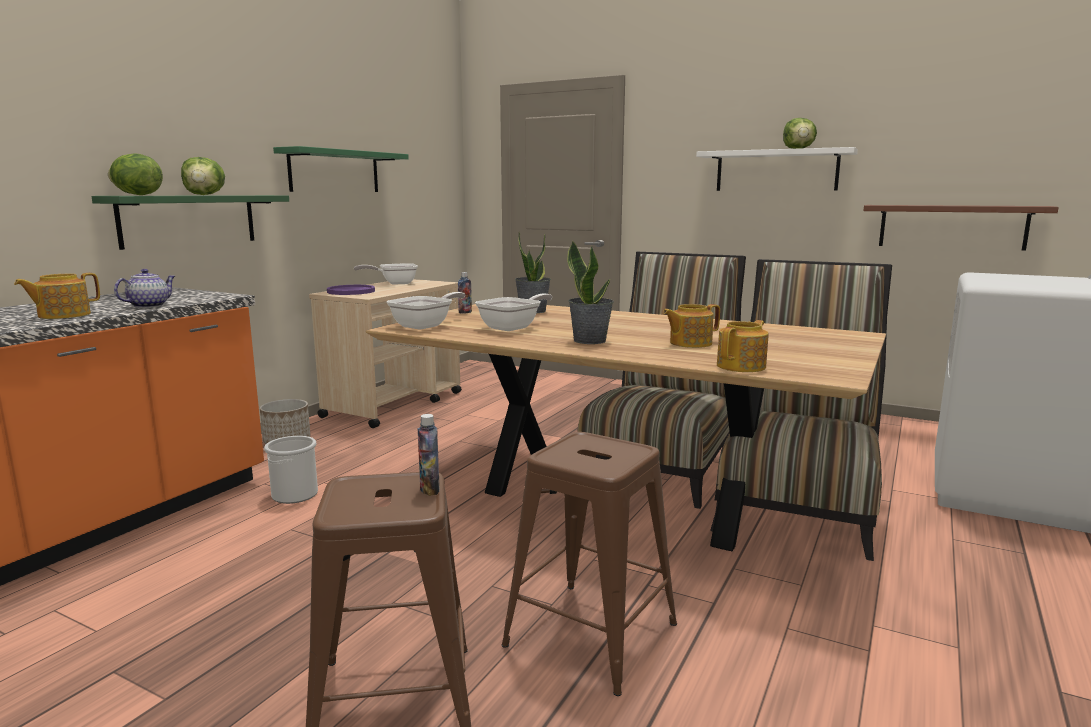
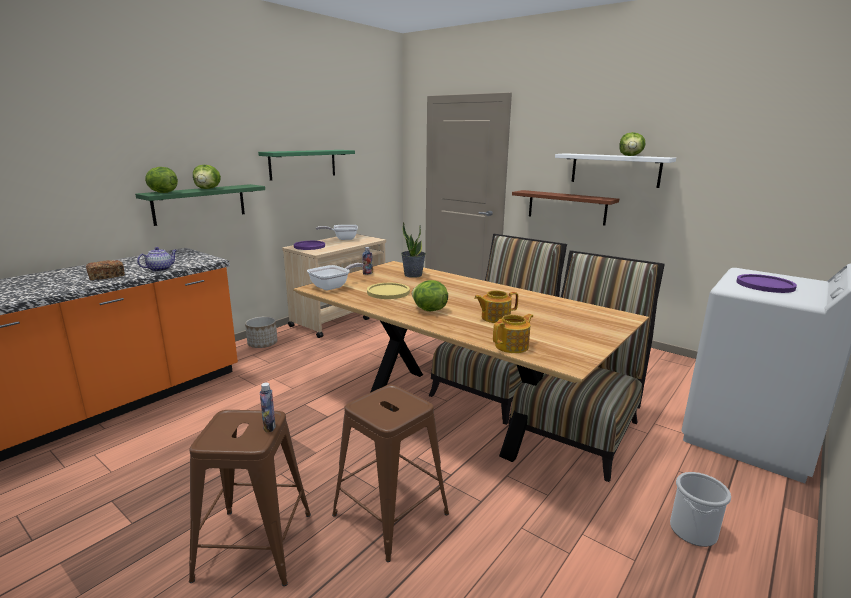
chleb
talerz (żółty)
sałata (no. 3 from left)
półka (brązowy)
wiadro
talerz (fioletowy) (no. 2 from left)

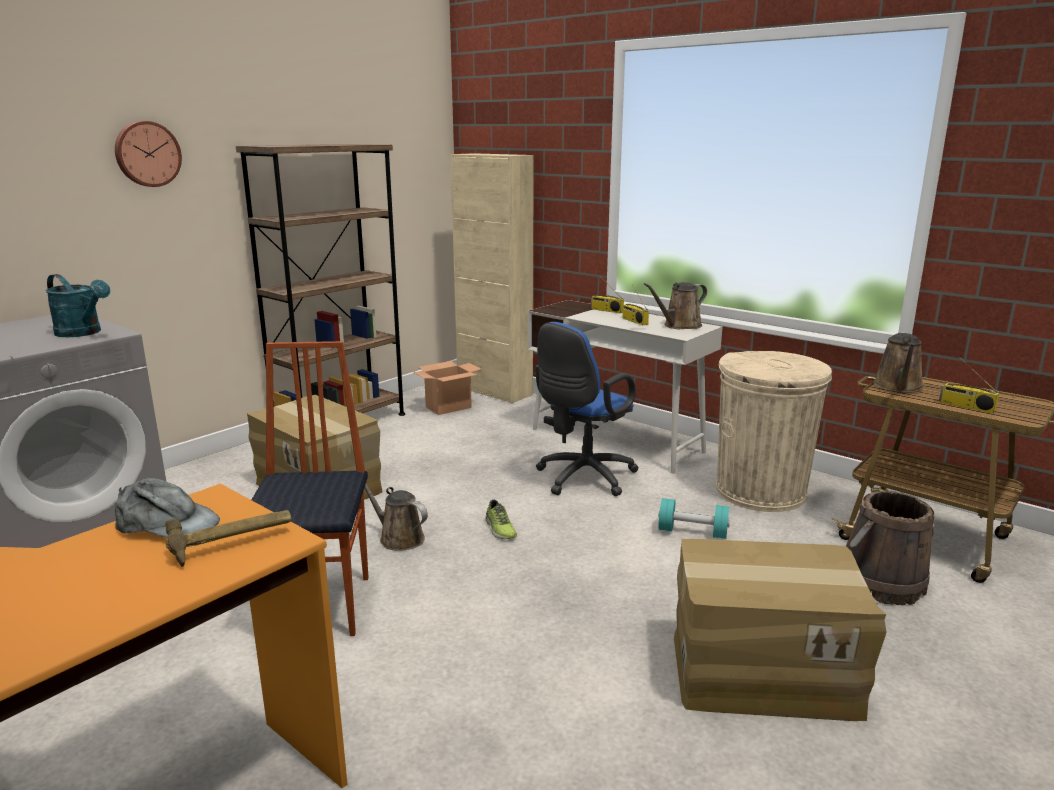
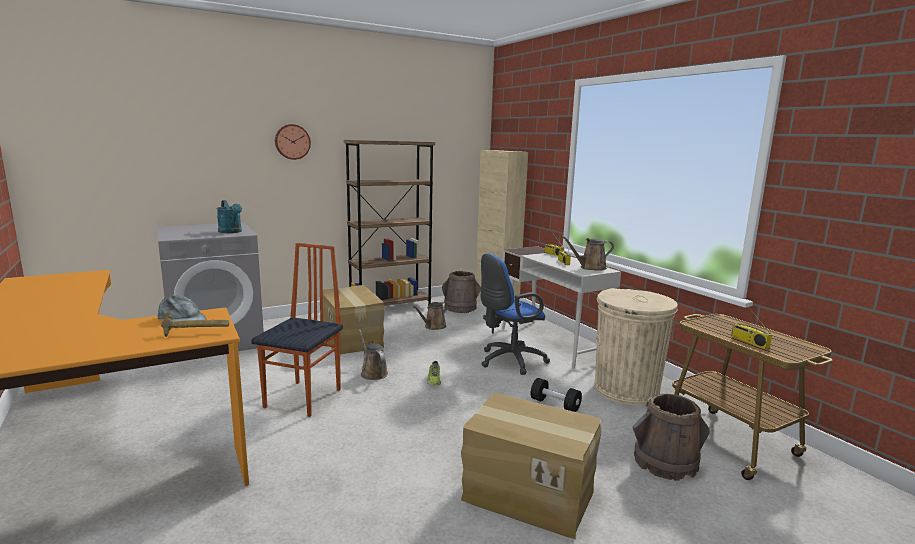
konewka (brązowy) (no. 2 from left)
wiadro (brązowy) (no. 1 from left)
hantel (czarny)

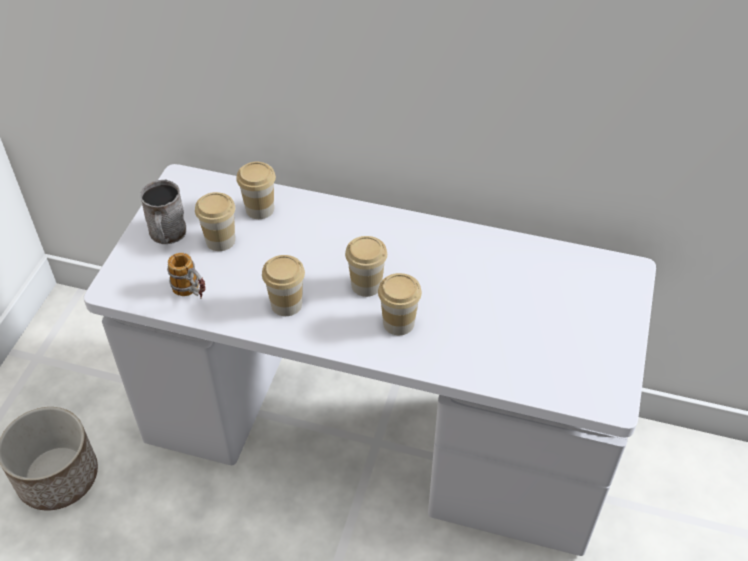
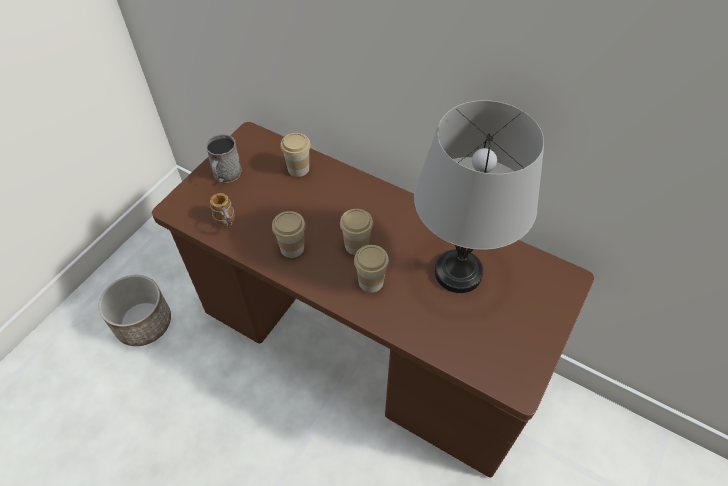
biurko (brązowy)
lampa stołowa (szary)
filiżanka (no. 1 from left in the first image)

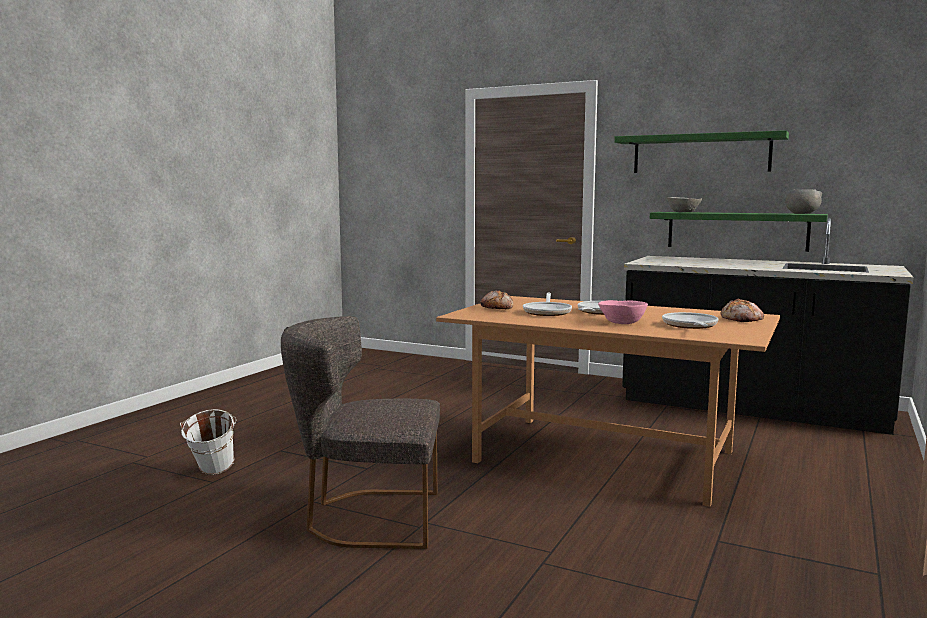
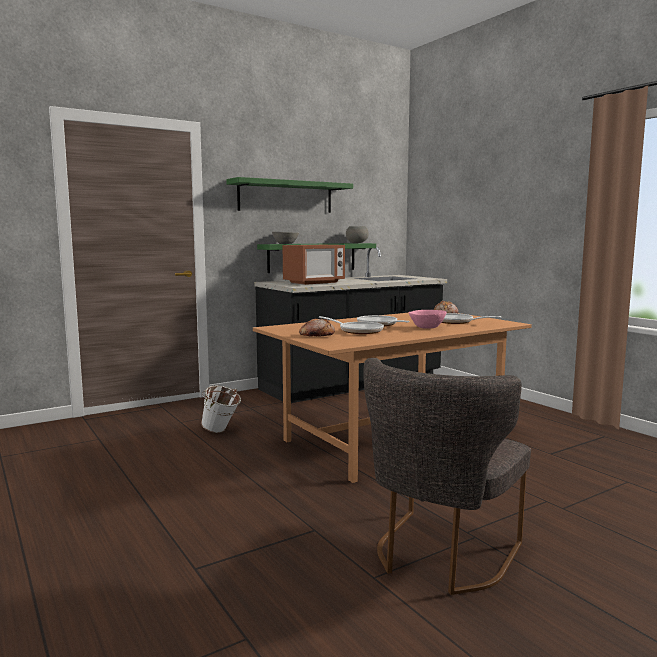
wiadro (biały)
mikrofalówka

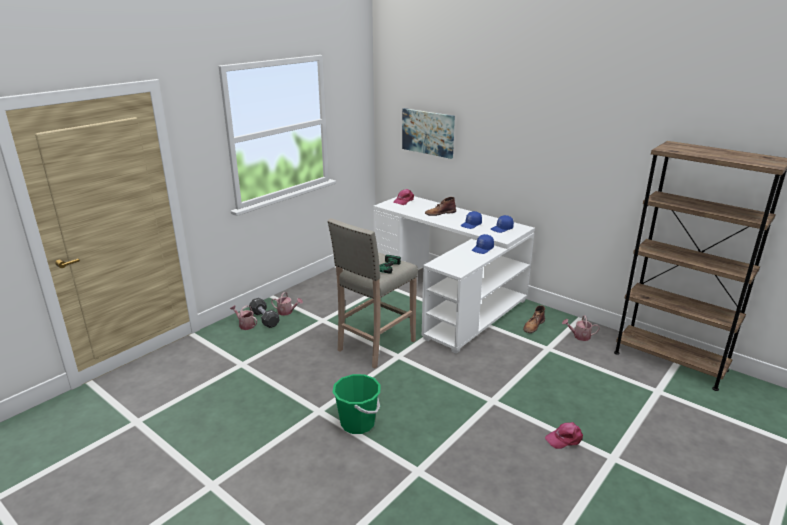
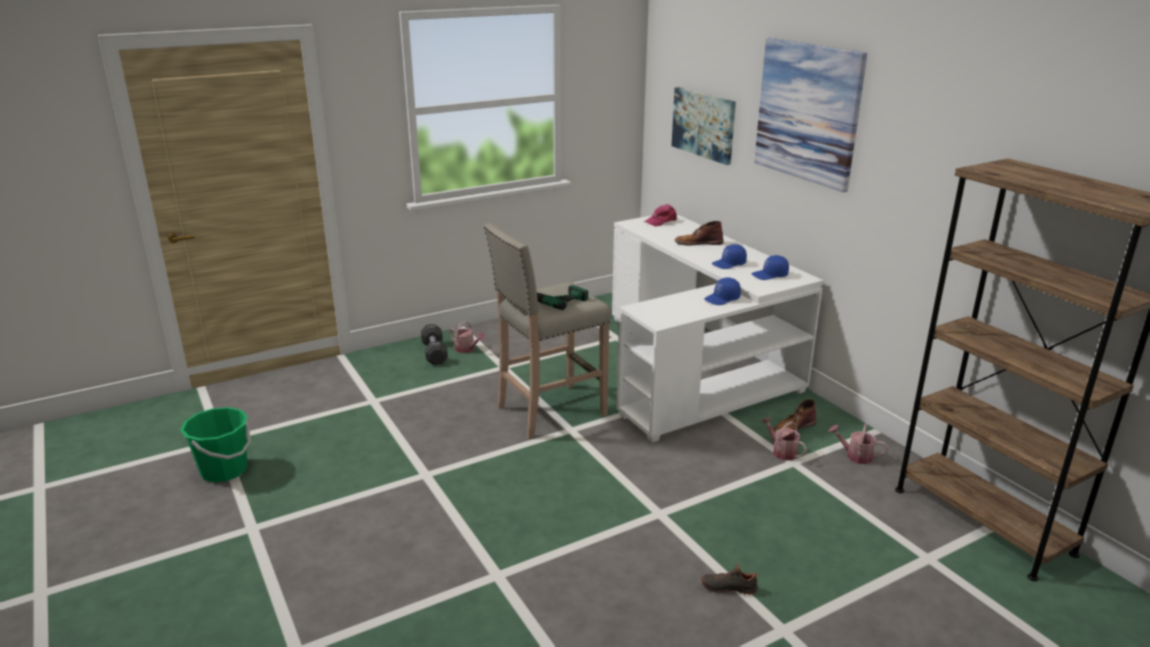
wiadro (zielony)
but (czarny)
obraz (no. 2 from left)
konewka (no. 2 from left)

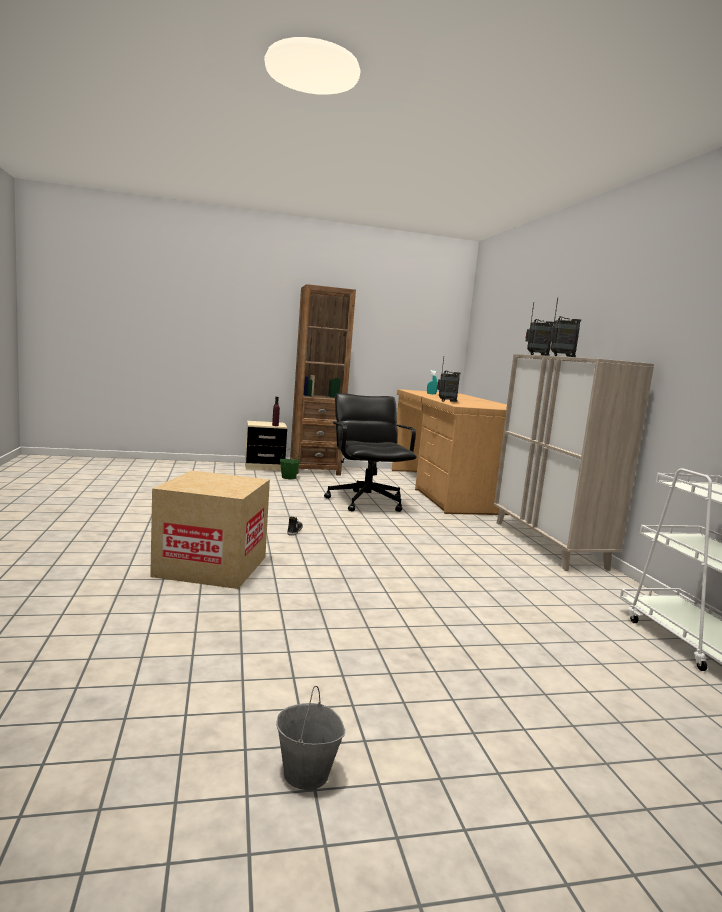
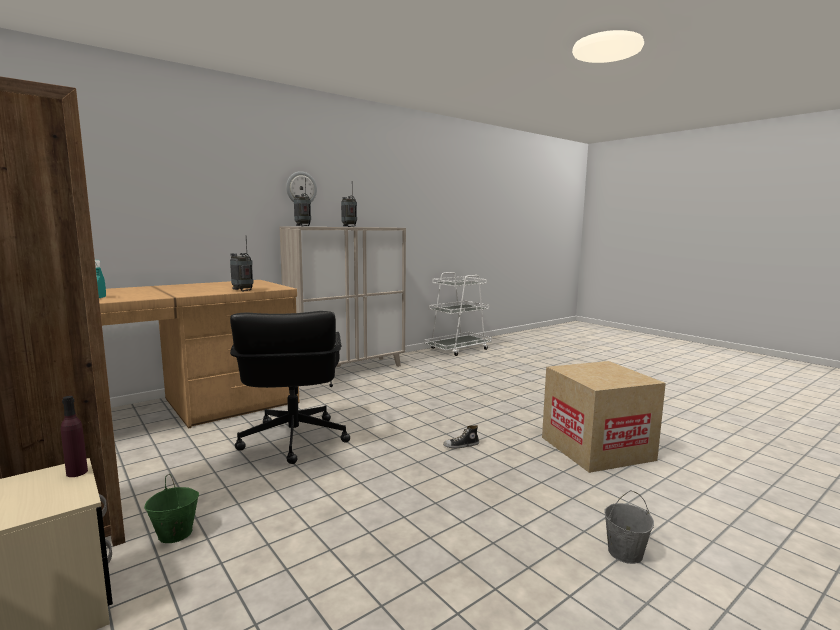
krzesło biurowe (czarny)
zegar ścienny
wiadro (szary)

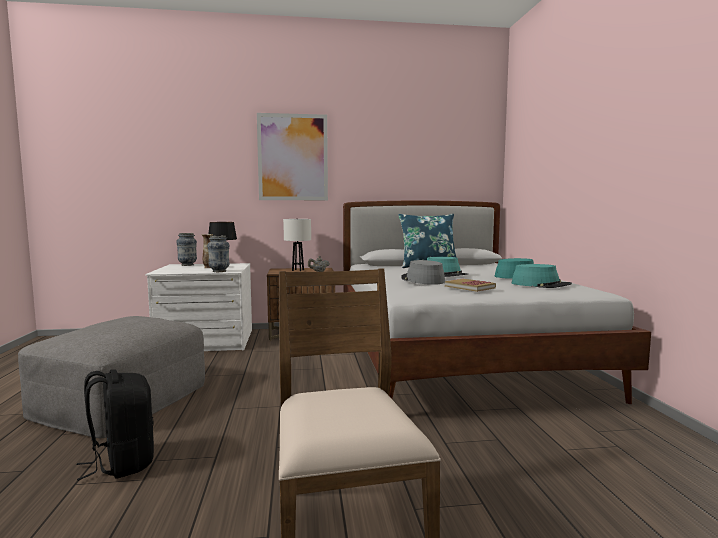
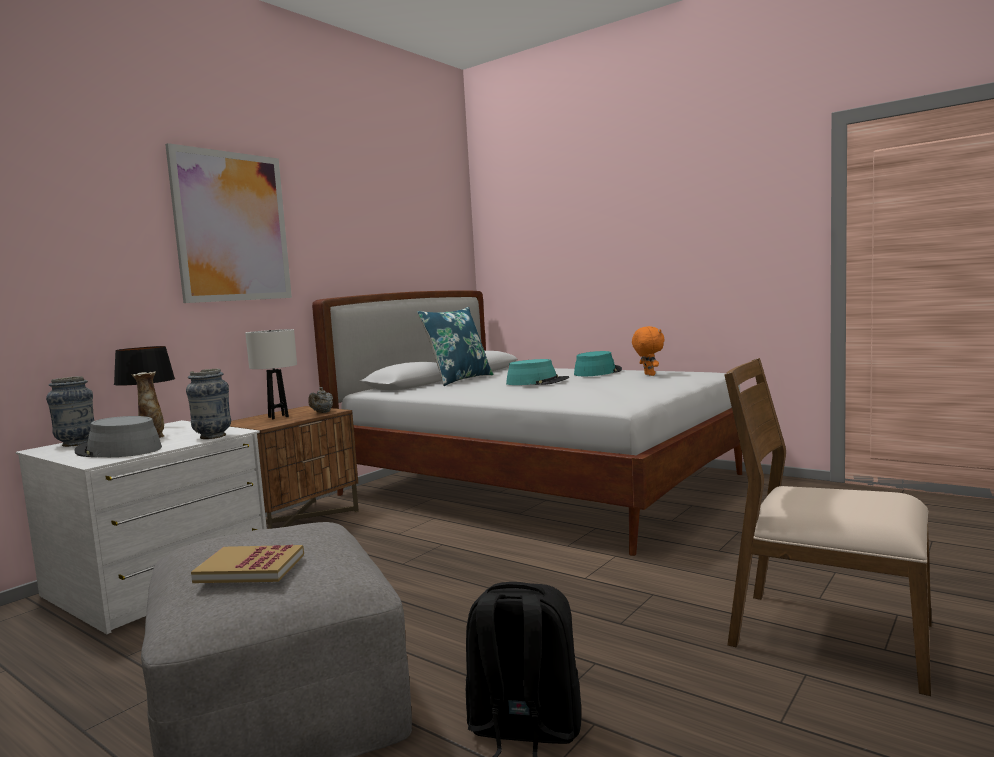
kapelusz (szary)
książka
pluszak (pomarańczowy)

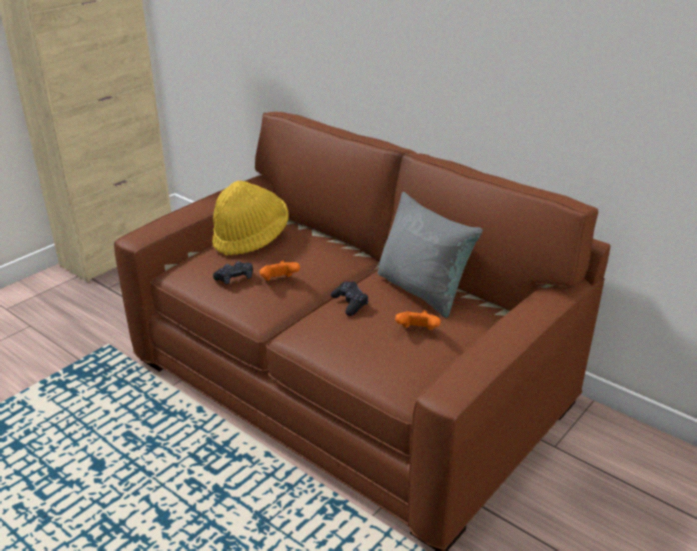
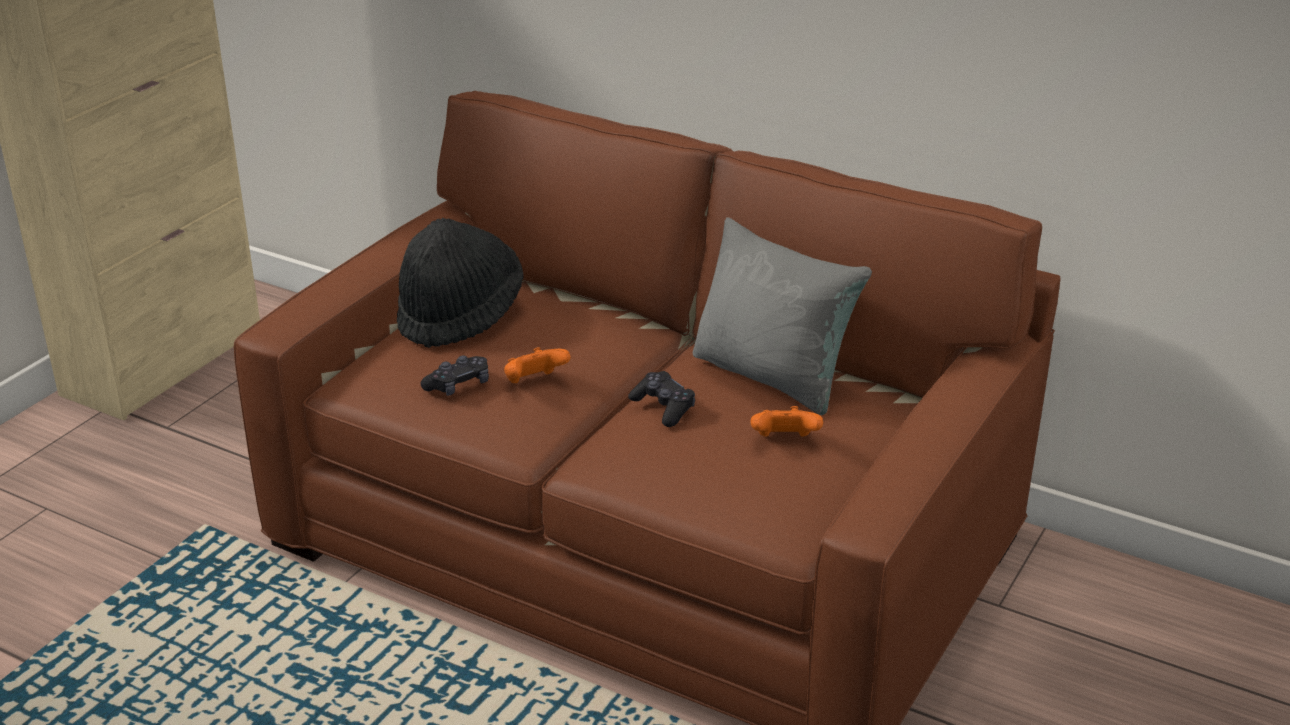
kapelusz (czarny)

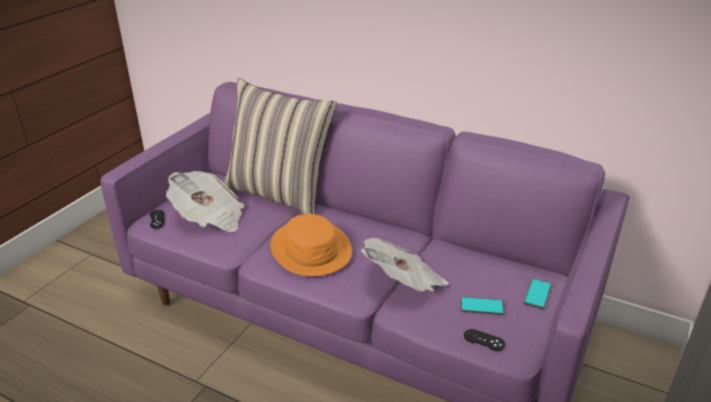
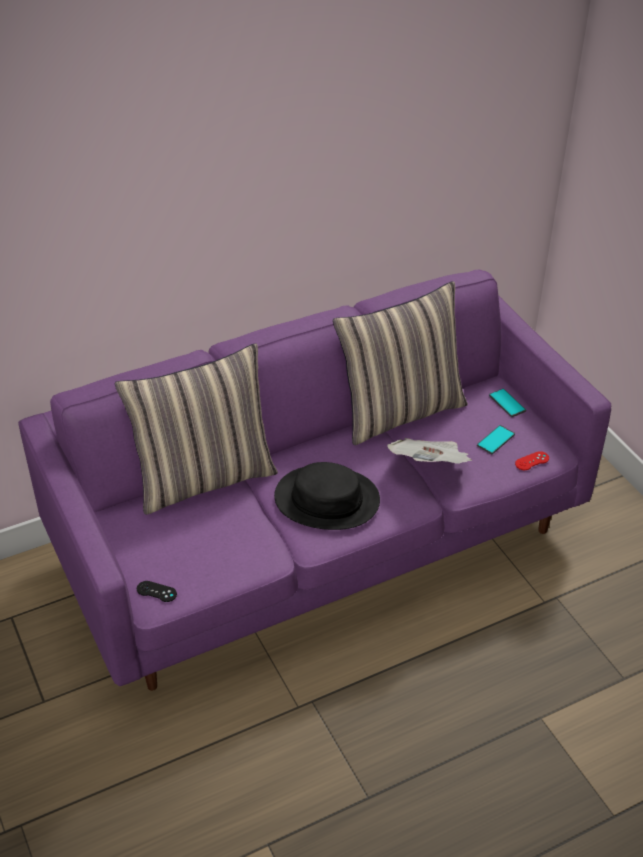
kapelusz (czarny)
poduszka (no. 2 from left)
pad do gier (czerwony)
gazeta (no. 1 from left in the first image)

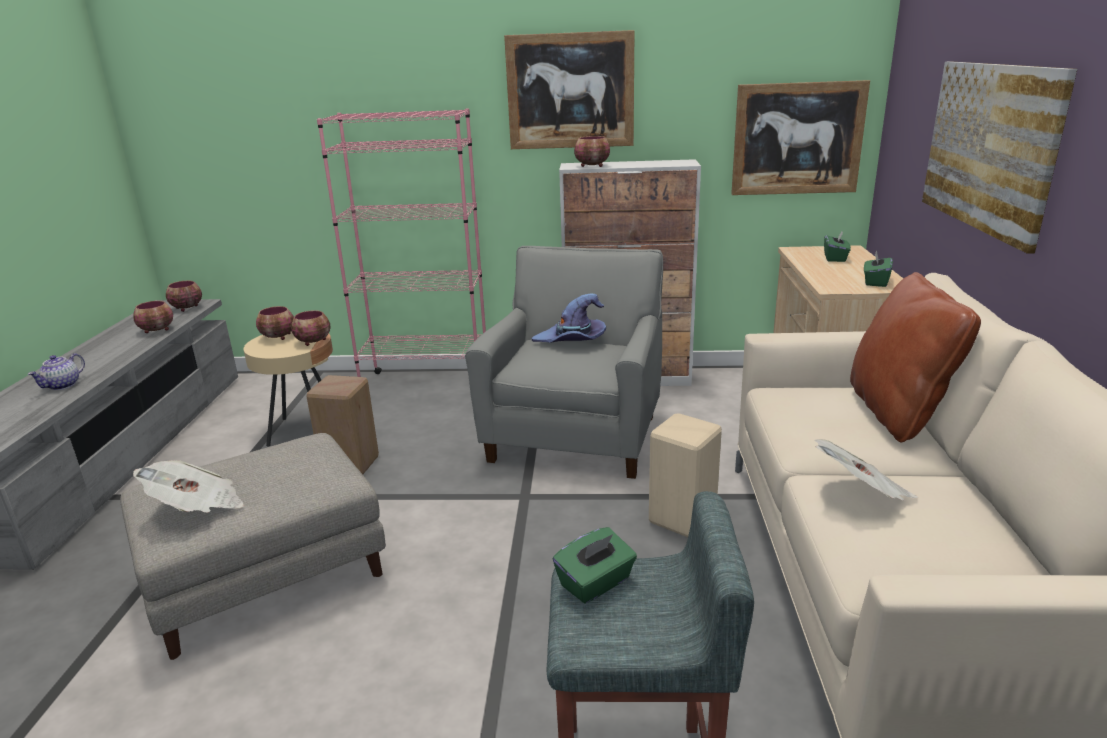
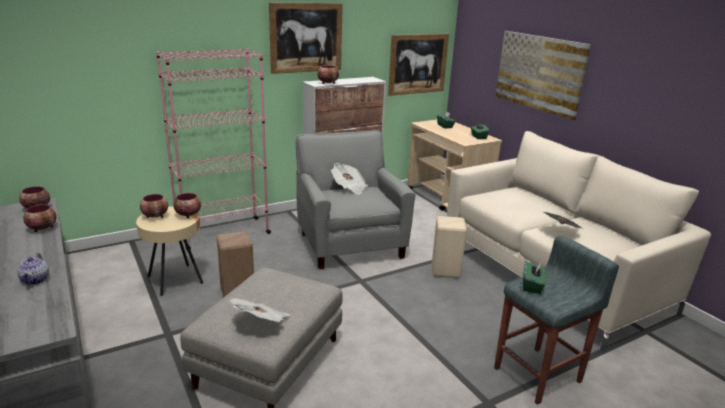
gazeta (no. 2 from left)
poduszka (brązowy)

